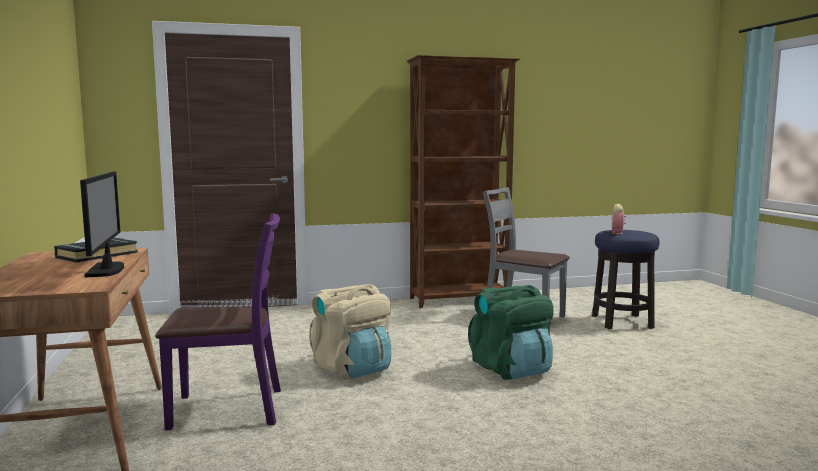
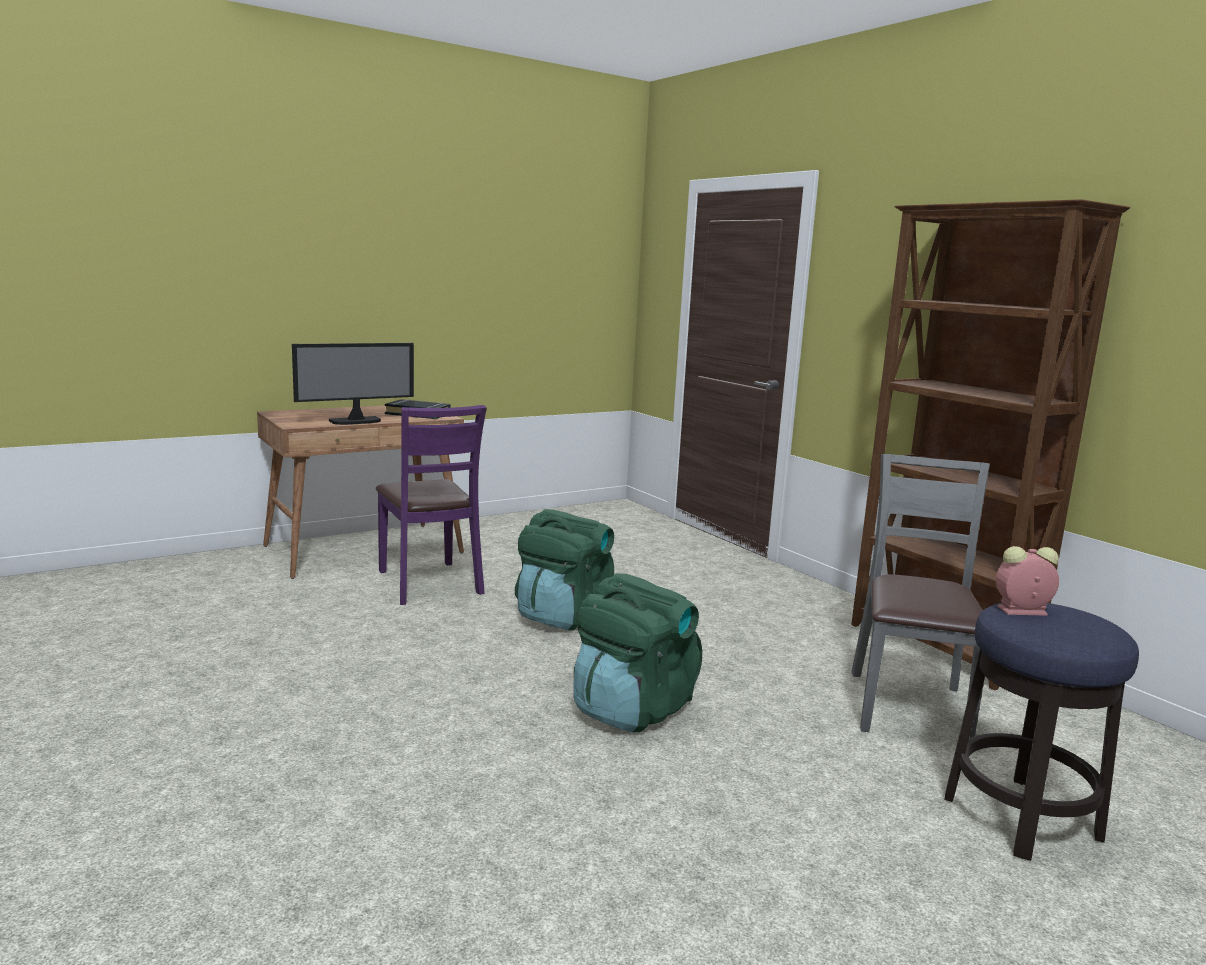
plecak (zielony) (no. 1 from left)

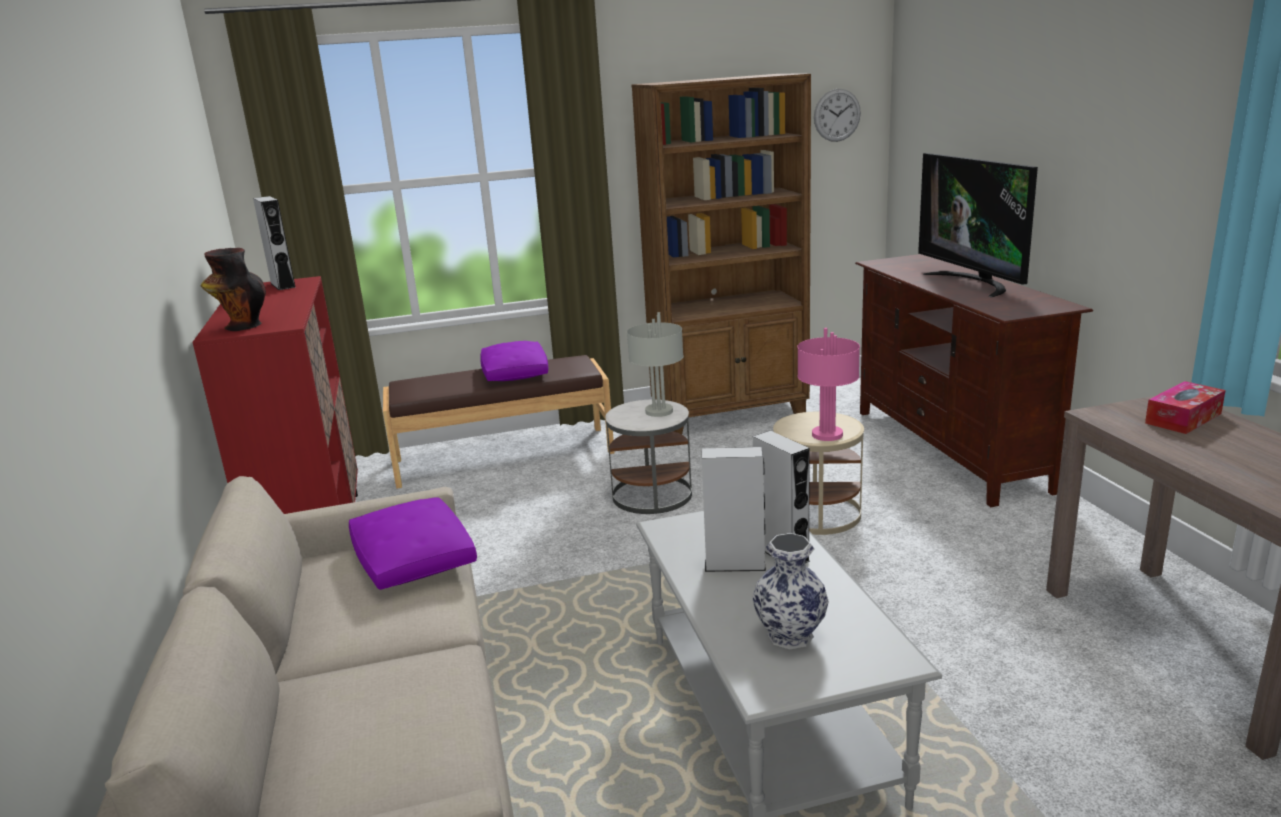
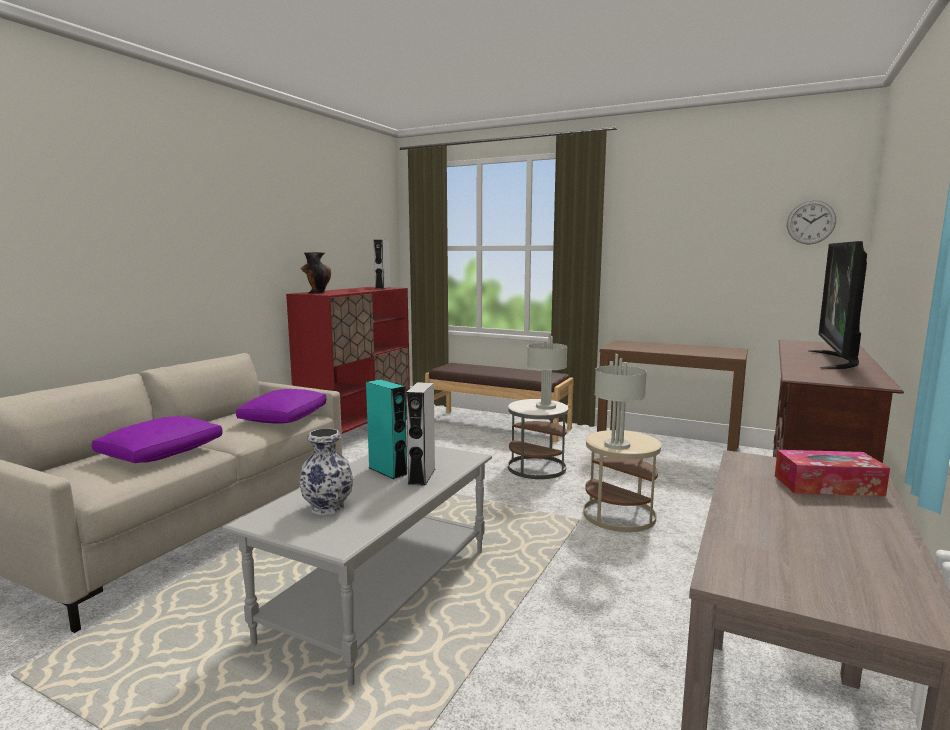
poduszka (fioletowy) (no. 1 from left)
głośnik (turkusowy)
lampa stołowa (szary) (no. 2 from left)
stolik konsolowy (brązowy) (no. 1 from left)

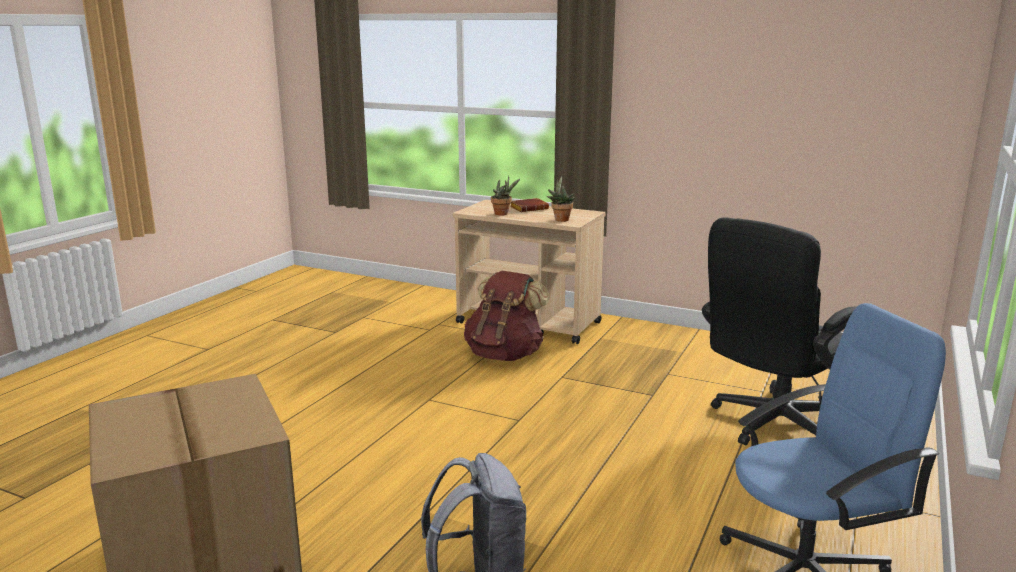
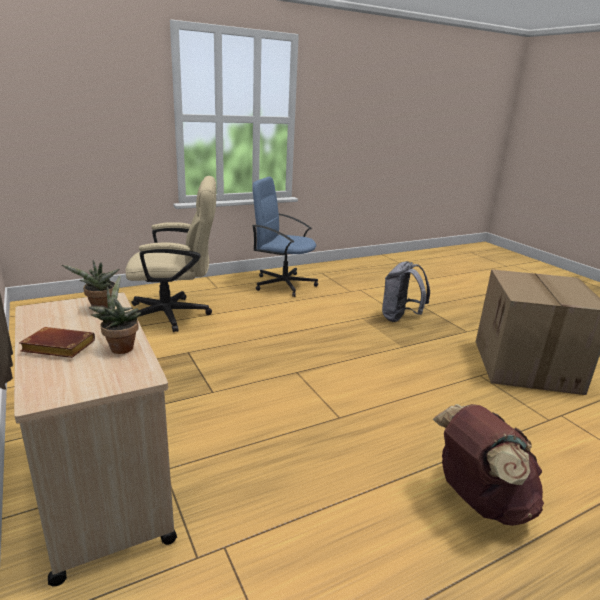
krzesło biurowe (beżowy)
plecak (brązowy)

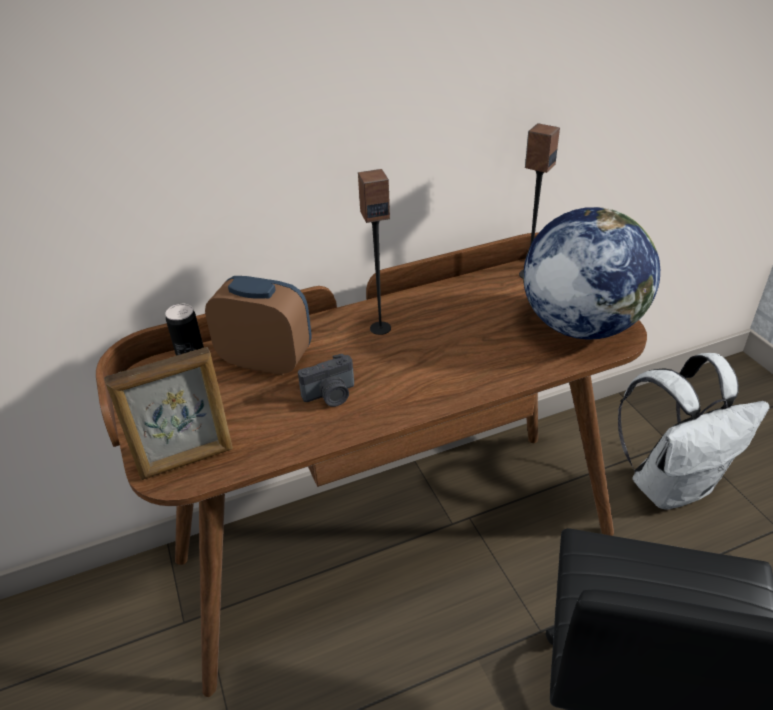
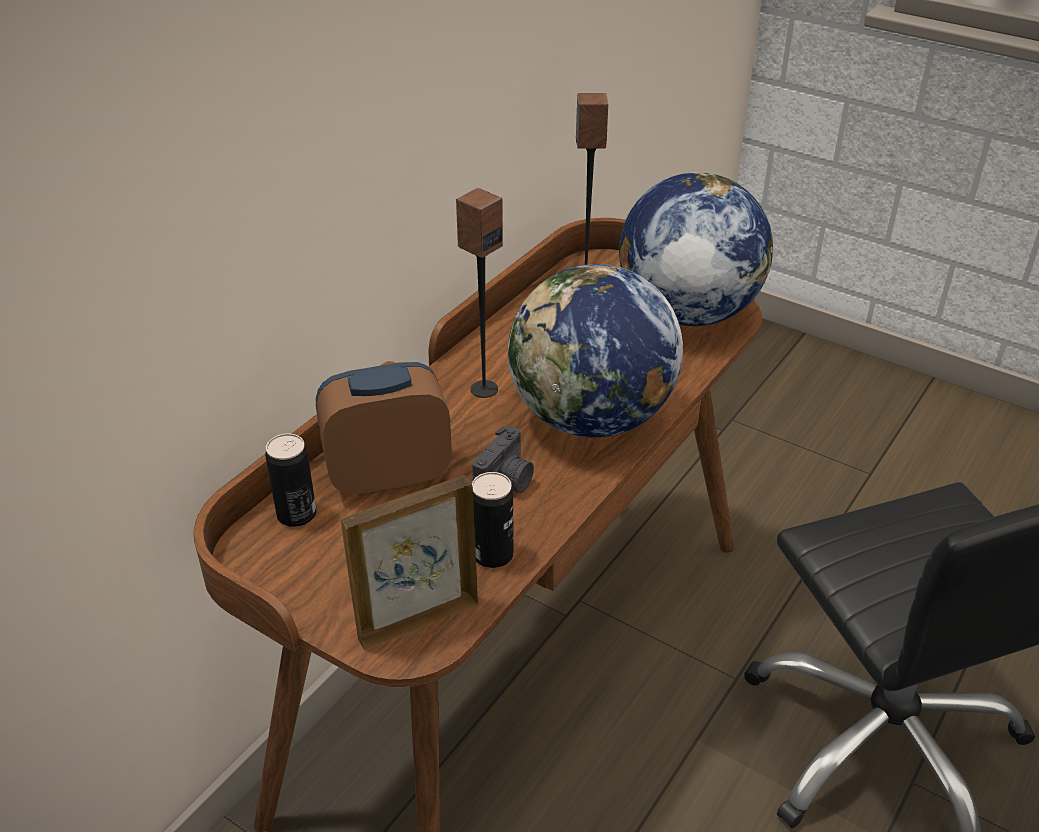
ramka na zdjęcie
puszka (no. 2 from left)
globus (no. 1 from left)
plecak (biały)

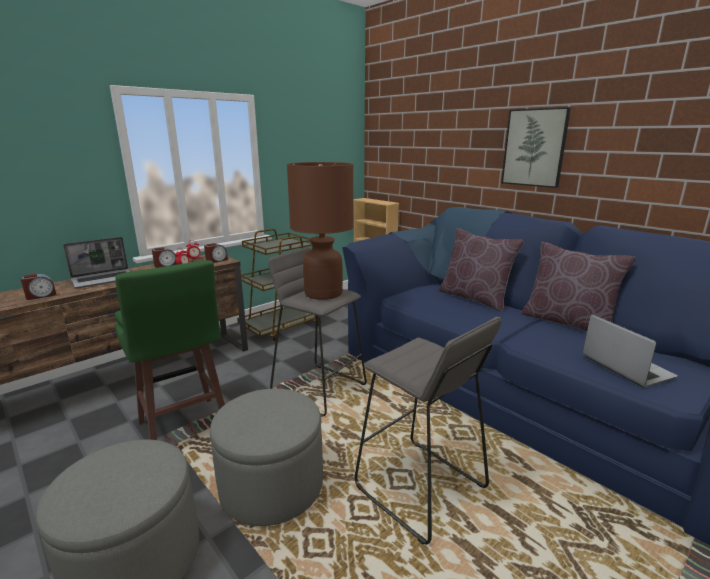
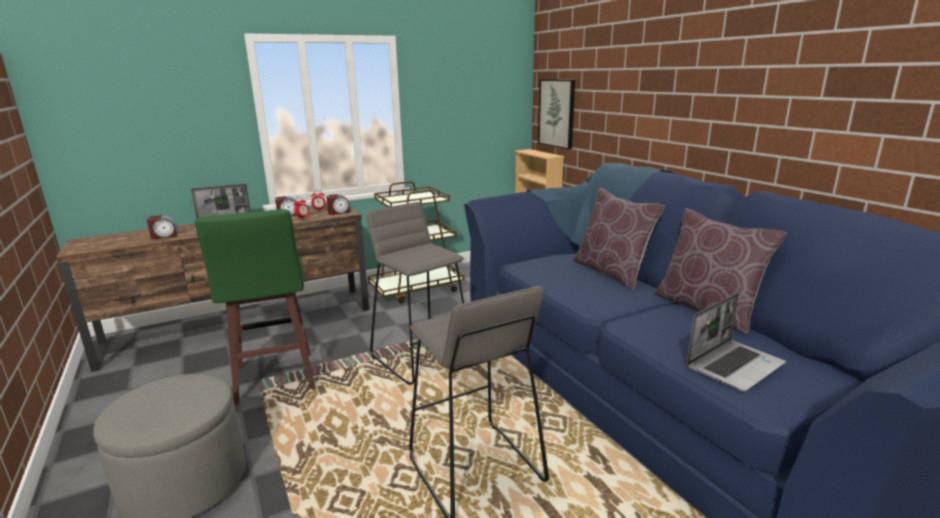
obraz
laptop (no. 2 from left)
pufa (szary) (no. 2 from left in the first image)
lampa stołowa (brązowy)

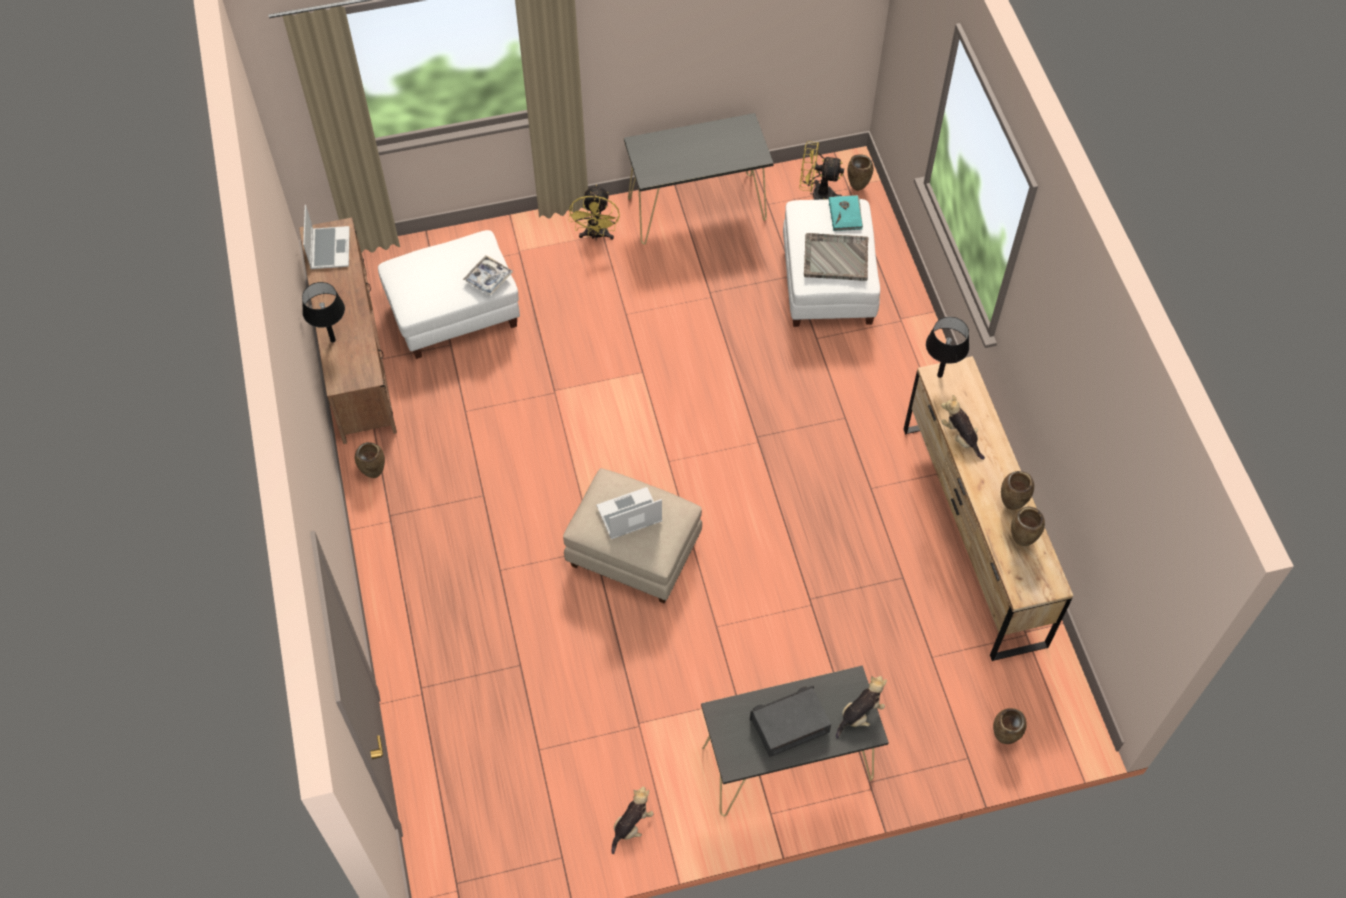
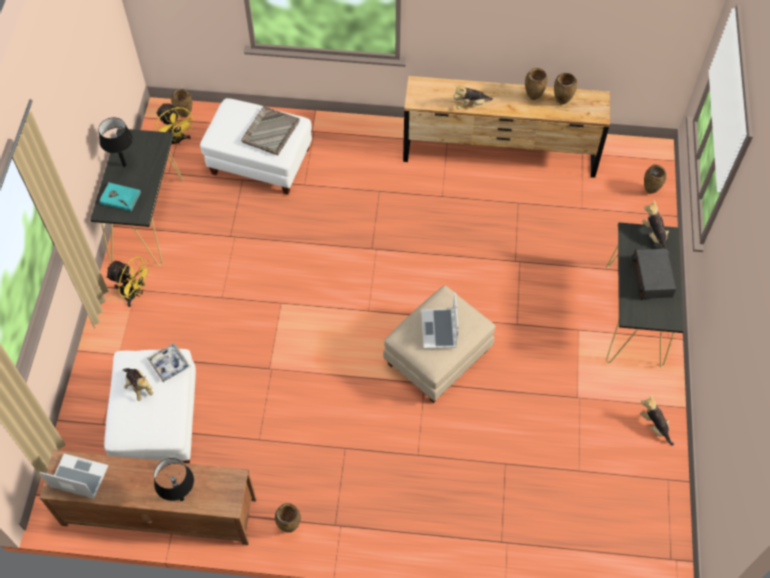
lampa stołowa (czarny) (no. 1 from left)
książka (turkusowy)
pluszak (no. 1 from left)
wentylator (żółty) (no. 2 from left)

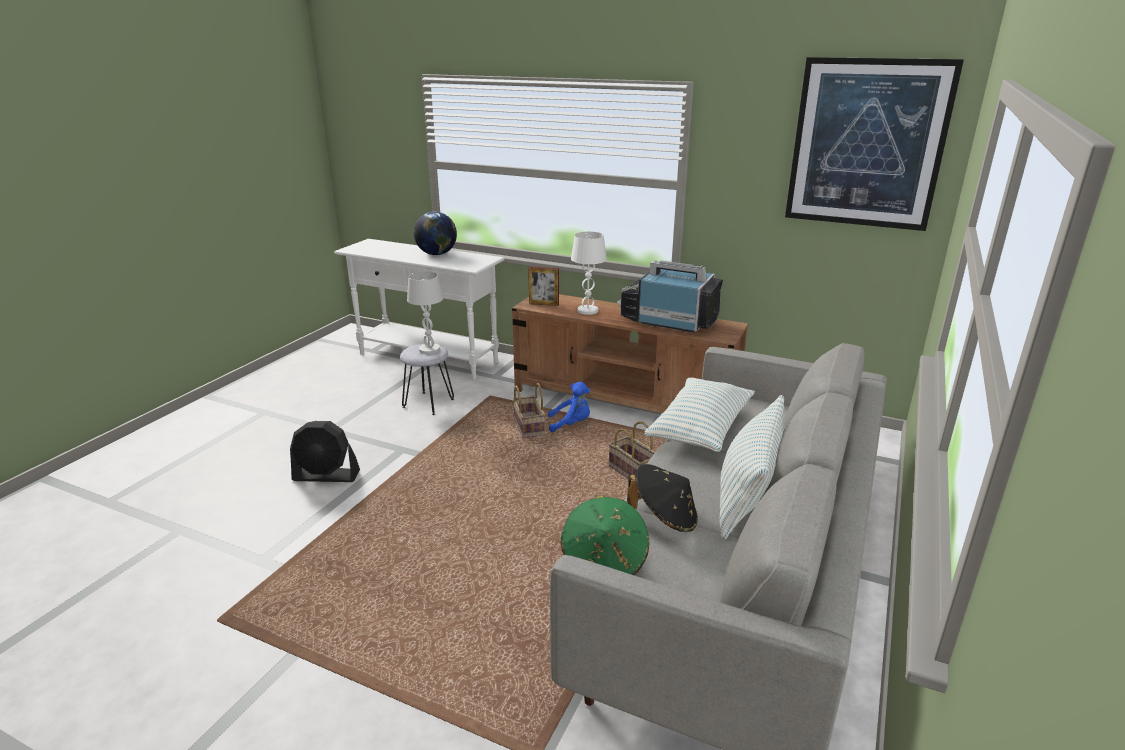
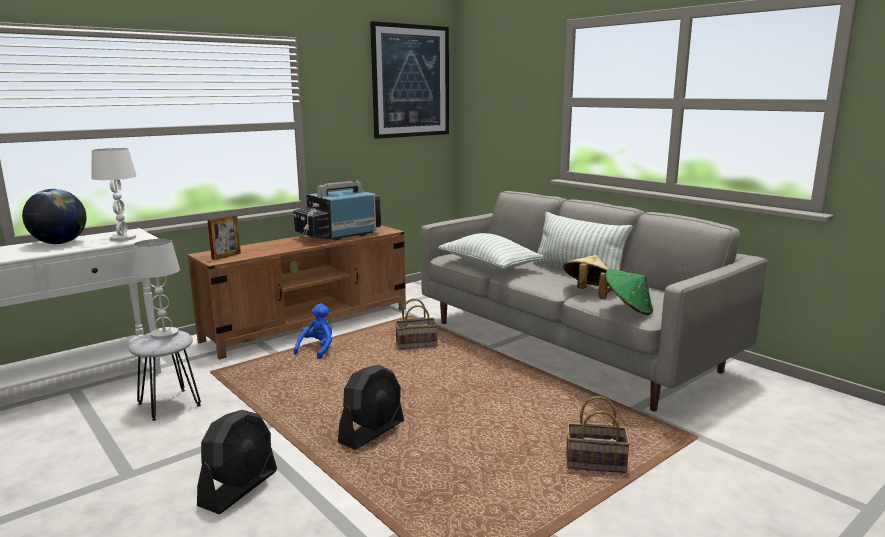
lampa stołowa (biały) (no. 1 from left)
wentylator (czarny) (no. 2 from left)
kapelusz (beżowy)
koszyk (no. 2 from left)

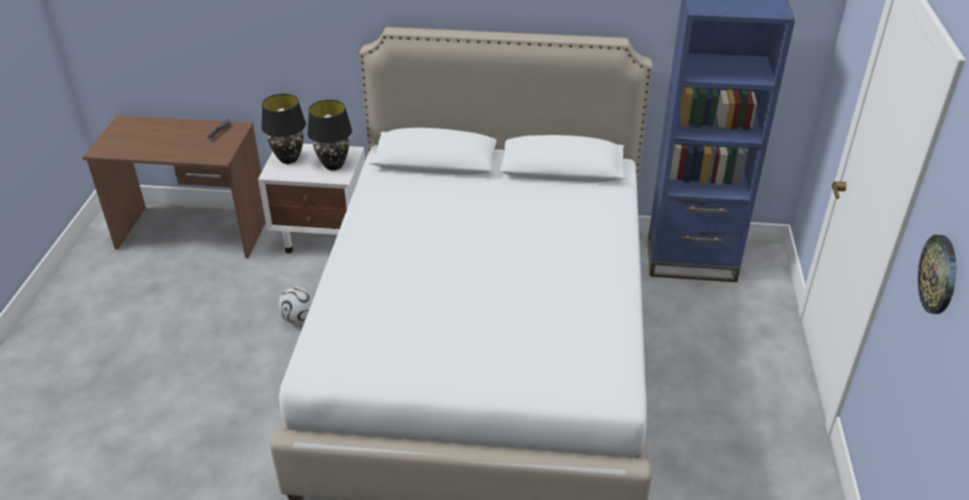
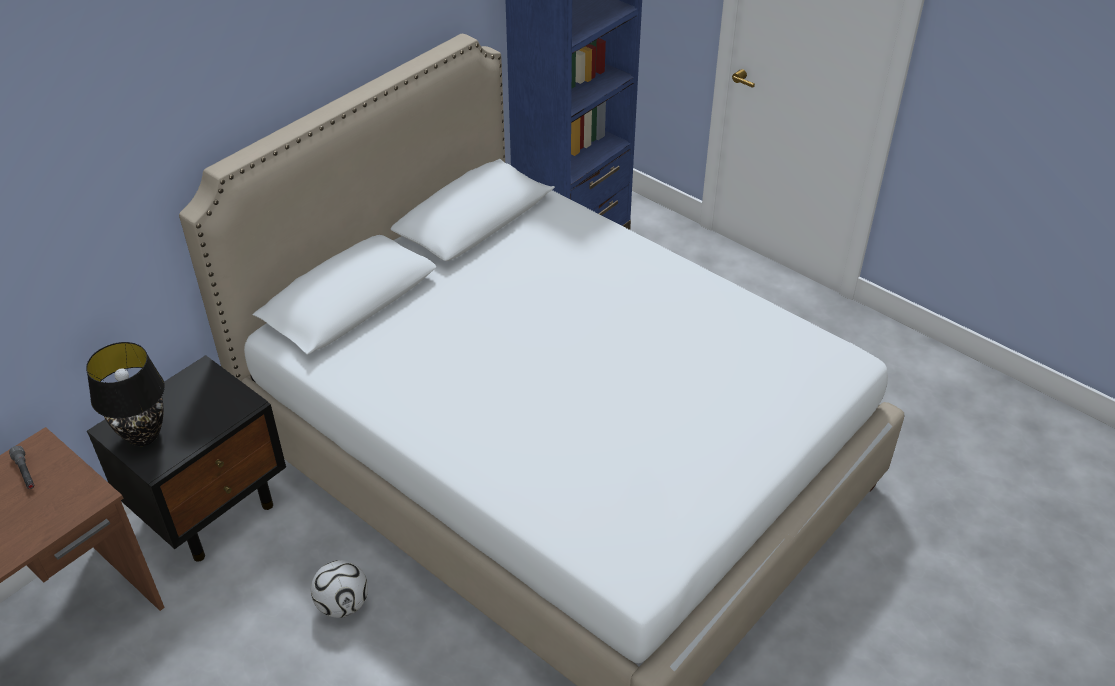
szafka nocna (czarny)
lampa stołowa (czarny) (no. 2 from left in the first image)
zegar ścienny

